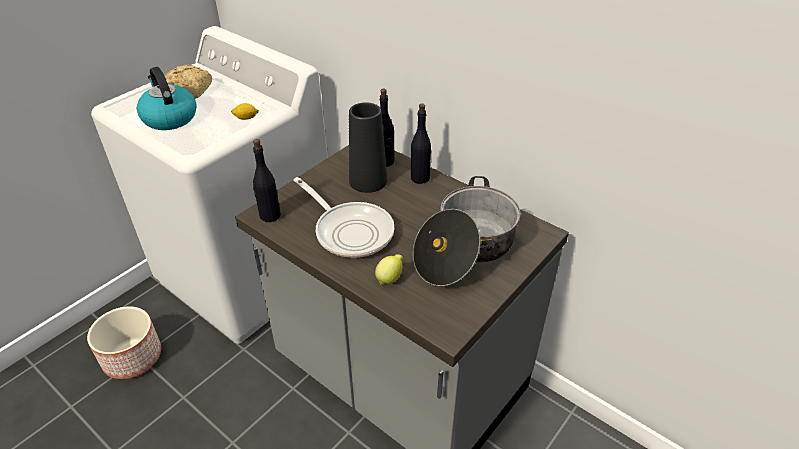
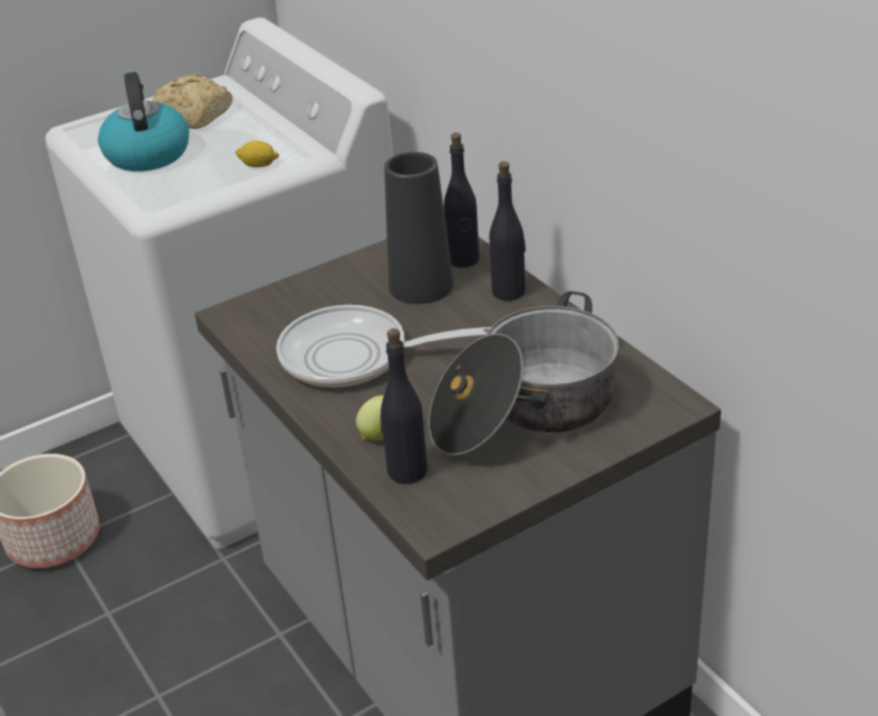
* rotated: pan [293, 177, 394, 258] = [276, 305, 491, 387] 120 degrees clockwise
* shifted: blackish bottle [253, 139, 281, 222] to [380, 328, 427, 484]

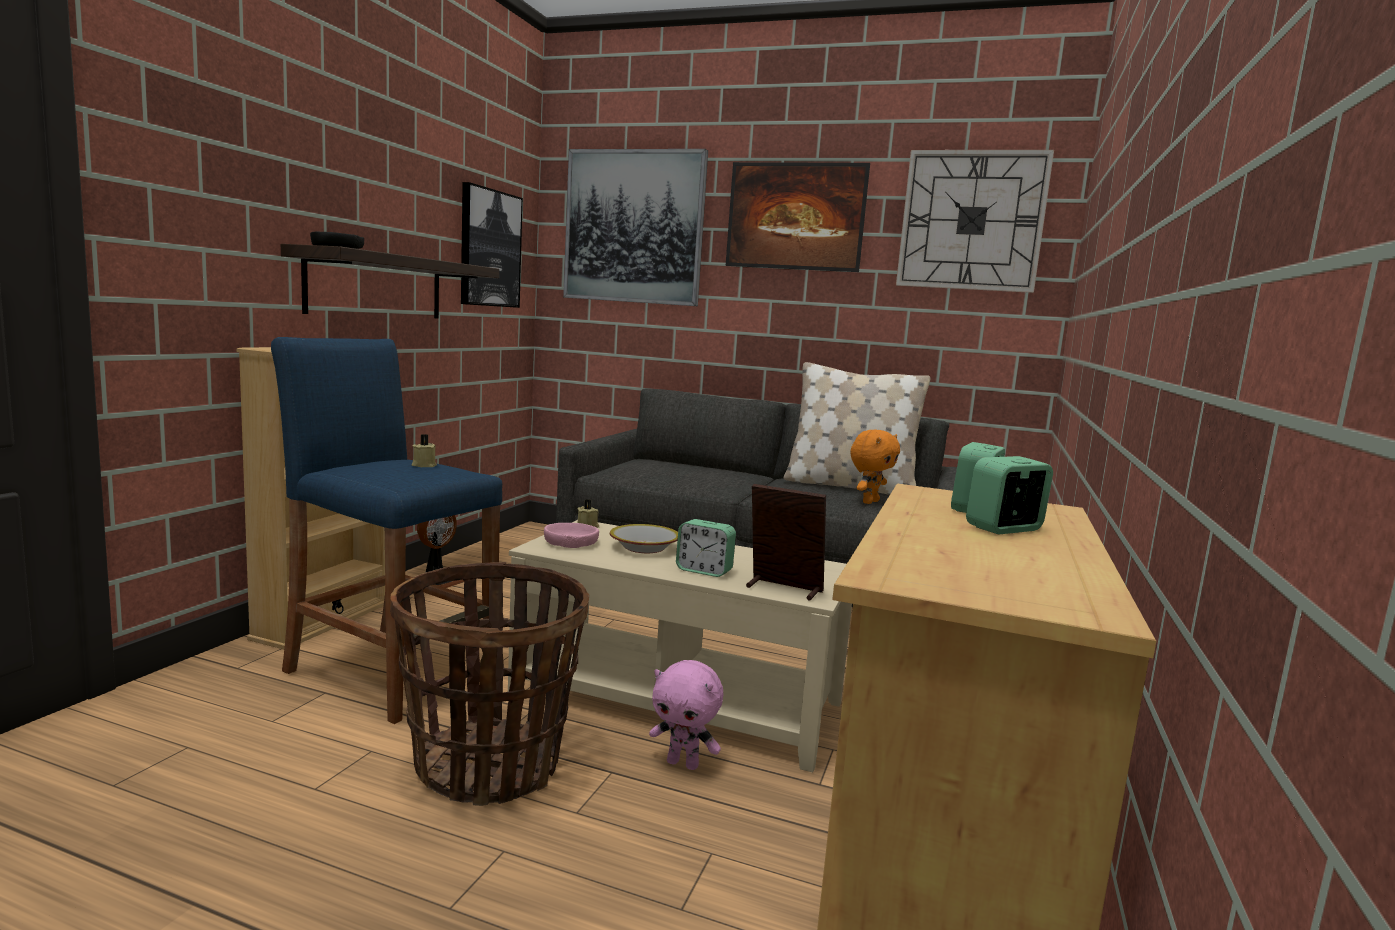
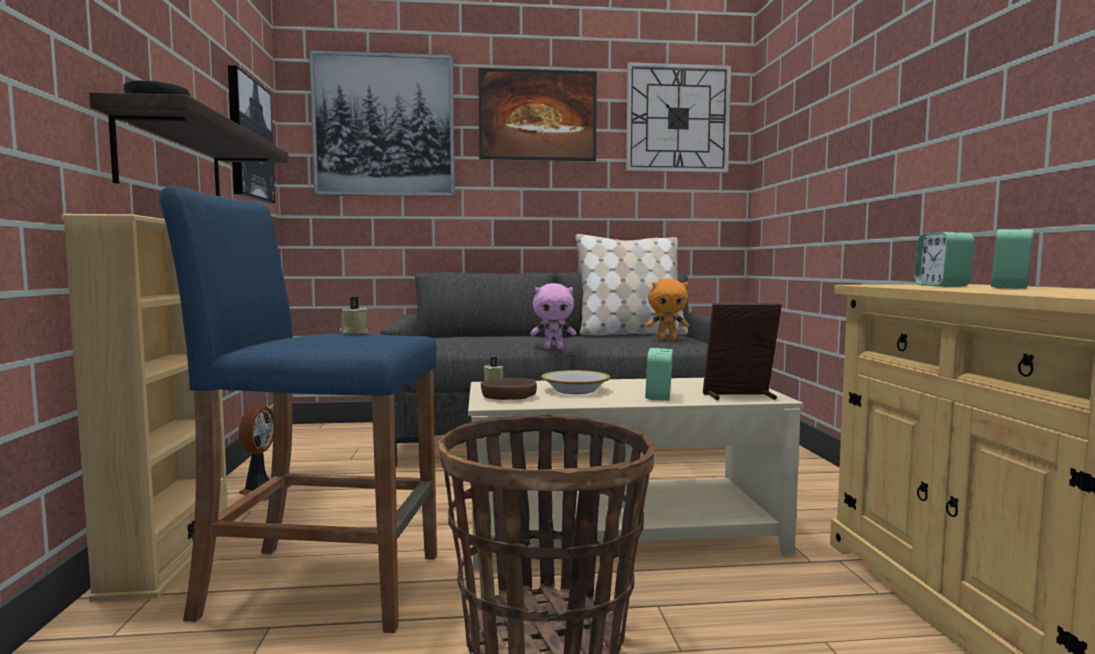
* repainted: pinkish deep dish [544, 523, 599, 548] to brown-coloured deep dish [481, 378, 537, 400]
* shifted: pinkish cuddly toy [649, 660, 723, 770] to [531, 283, 576, 349]
* rotated: table clock [676, 519, 736, 577] = [645, 348, 673, 400] 105 degrees clockwise
* rotated: orange cuddly toy [850, 430, 900, 504] = [646, 278, 689, 340] 75 degrees clockwise

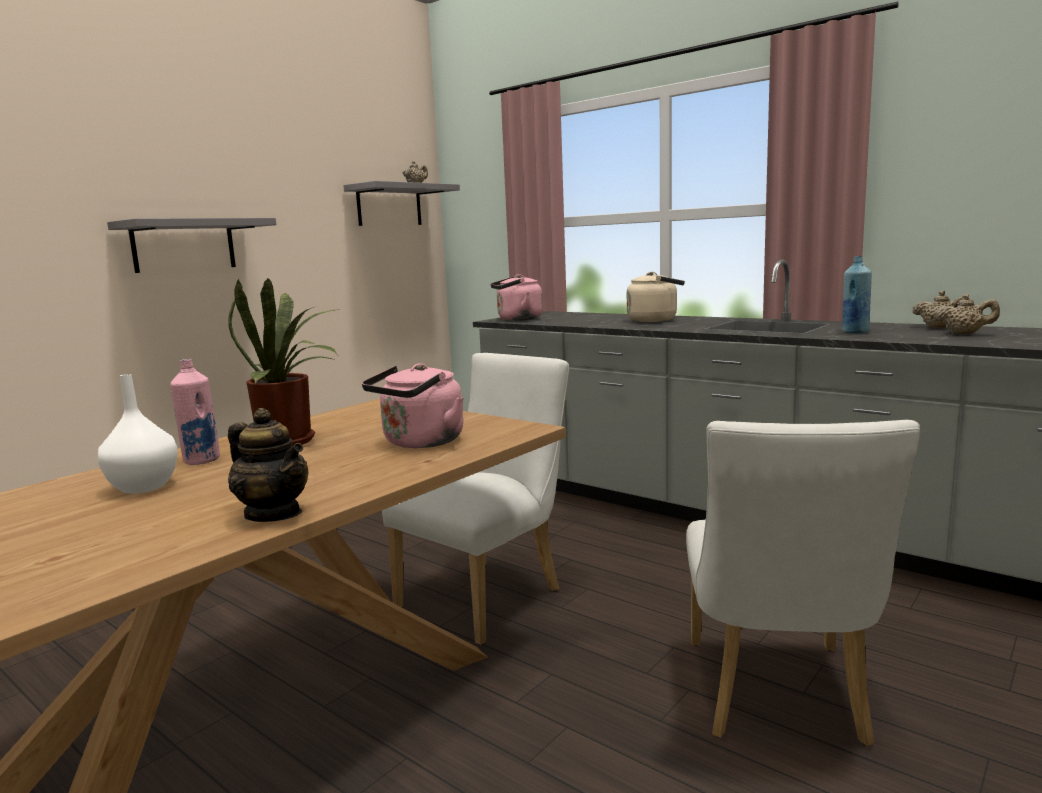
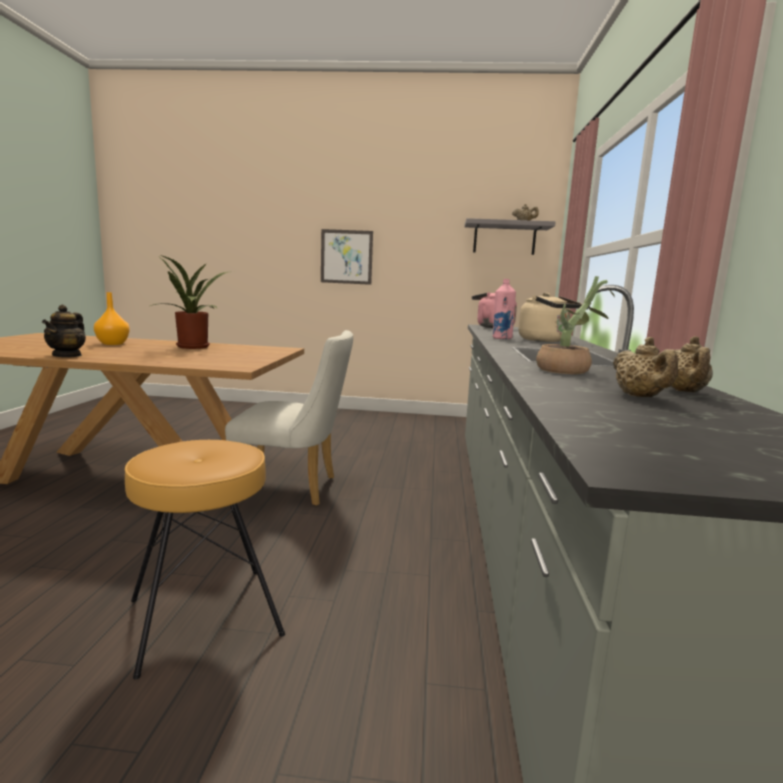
* repainted: white-coloured flower vase [98, 374, 178, 494] to orange flower vase [94, 292, 130, 345]
* swapped: white-coloured plain chair [686, 420, 920, 746] to brown-coloured stool [125, 440, 285, 680]
* swapped: gray bracket shelf [107, 218, 276, 273] to wall art [321, 229, 373, 285]
* shifted: pinkish bottle [170, 359, 220, 465] to [493, 279, 516, 339]
* swapped: blue bottle [842, 256, 872, 333] to potted plant [536, 276, 615, 374]
* gone: pinkish tea kettle [362, 363, 464, 448]

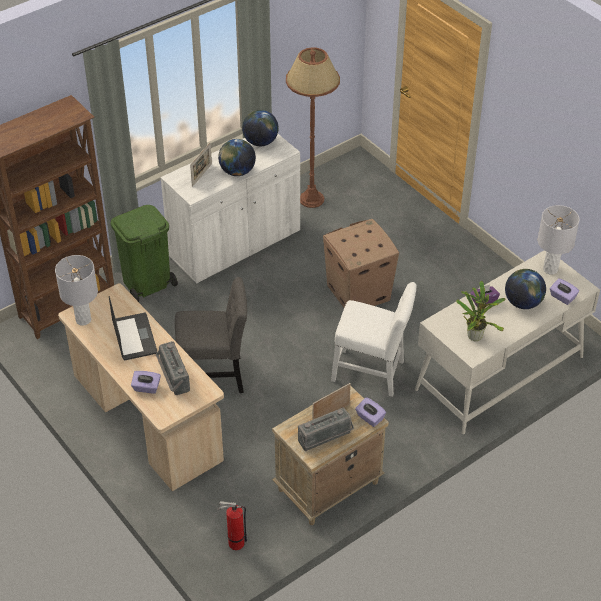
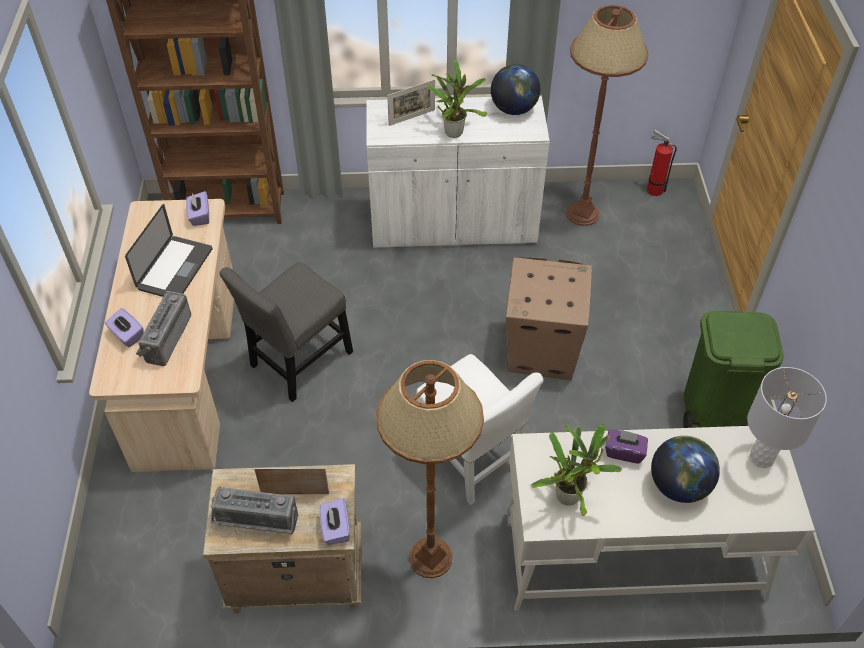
* shifted: purplish box of tissues [550, 278, 579, 305] to [186, 191, 209, 226]
* rotated: gray plain chair [175, 277, 247, 393] = [219, 262, 353, 402] 105 degrees clockwise
* new: brown-coloured floor lamp [376, 360, 484, 578]
* swapped: globe [218, 139, 256, 176] to potted plant [426, 59, 487, 138]
* shifted: fire-fighting cylinder [218, 501, 247, 550] to [647, 130, 677, 196]
* shifted: green waste bin [111, 205, 178, 302] to [683, 311, 784, 428]
* gone: gray lamp for a table [55, 255, 98, 326]

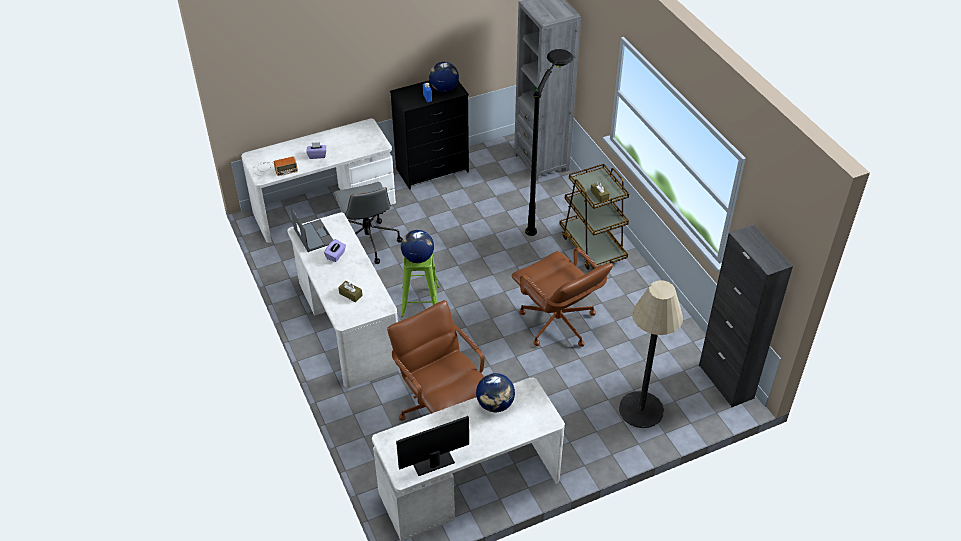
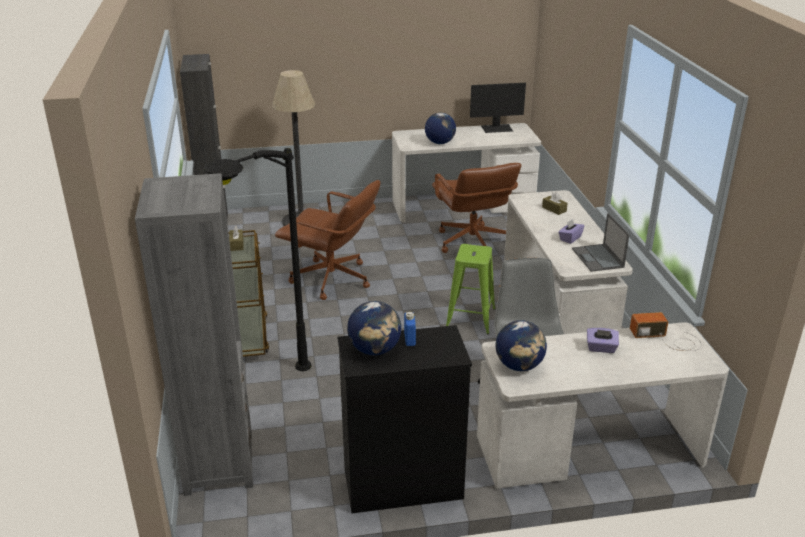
* rotated: brown-coloured office chair [512, 247, 613, 347] = [275, 180, 380, 300] 135 degrees clockwise
* shifted: globe [401, 230, 434, 263] to [496, 320, 547, 371]

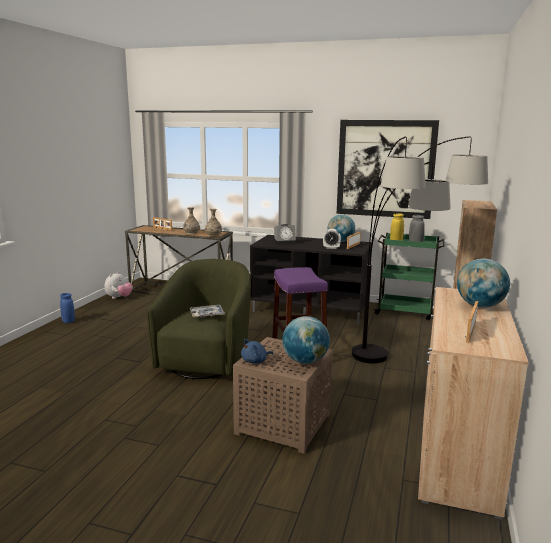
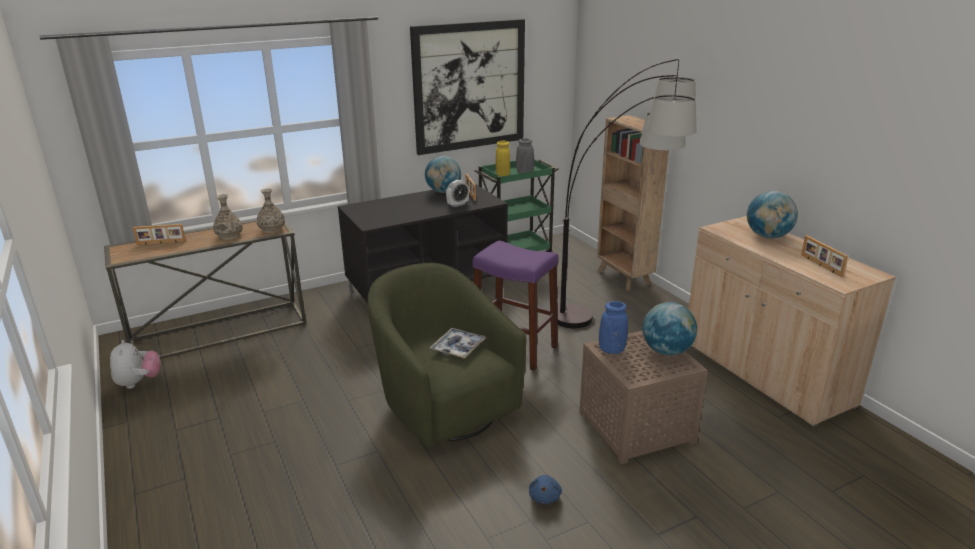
* shifted: blue cuddly toy [241, 339, 273, 364] to [529, 475, 562, 504]
* shifted: blue flower vase [60, 293, 75, 323] to [599, 301, 628, 354]
* gone: table clock [274, 224, 296, 245]

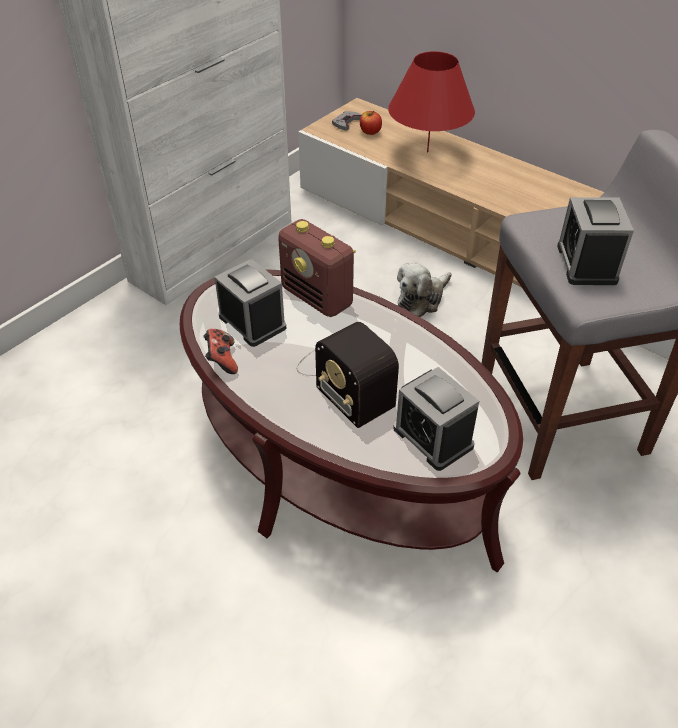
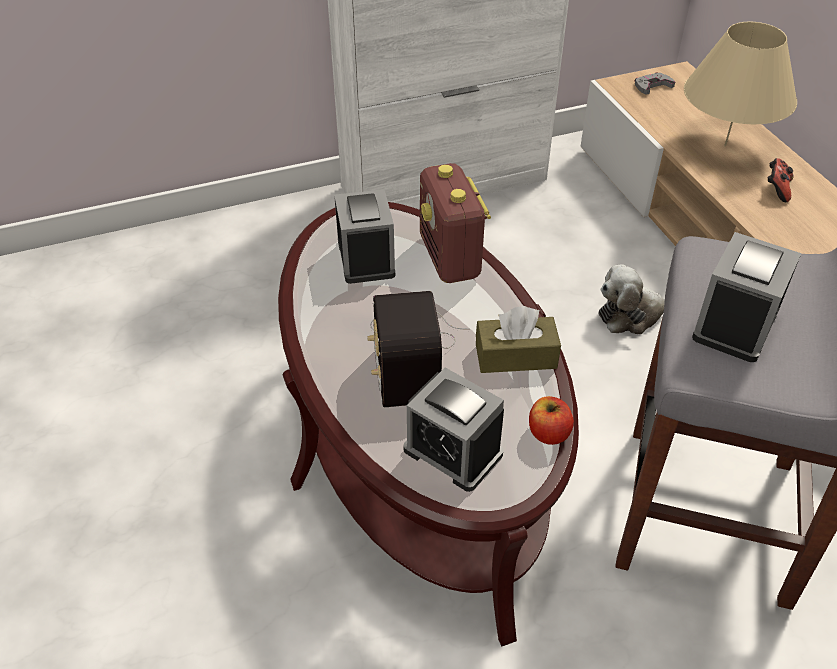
* rotated: table clock [393, 367, 479, 471] = [403, 368, 504, 492] 45 degrees counterclockwise
* new: brown-coloured box of tissues [476, 306, 561, 373]
* shifted: apple [360, 111, 382, 135] to [529, 396, 574, 445]
* repainted: red lamp for a table [388, 51, 475, 153] to beige lamp for a table [684, 22, 797, 146]
* shifted: gamepad [203, 329, 238, 374] to [767, 158, 793, 202]

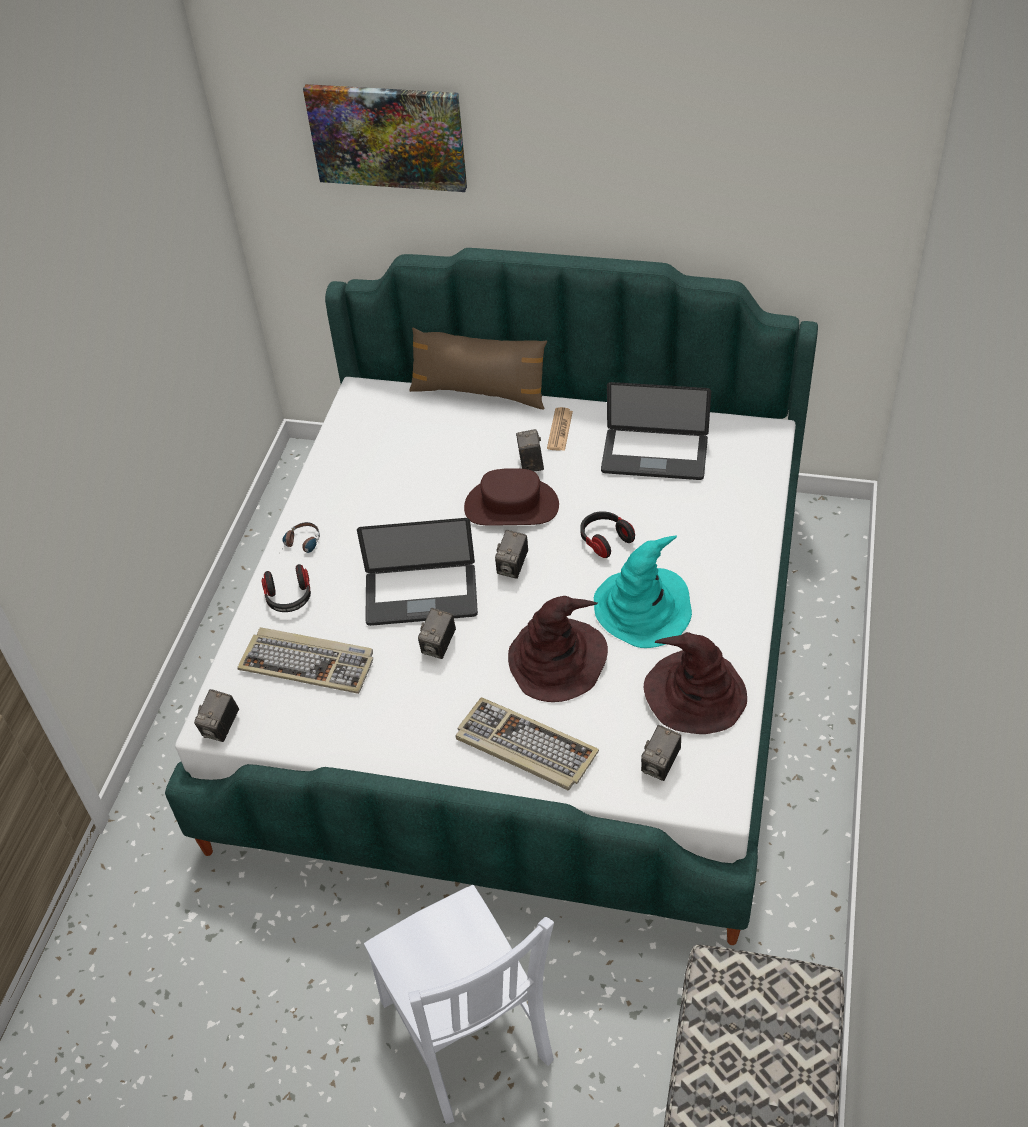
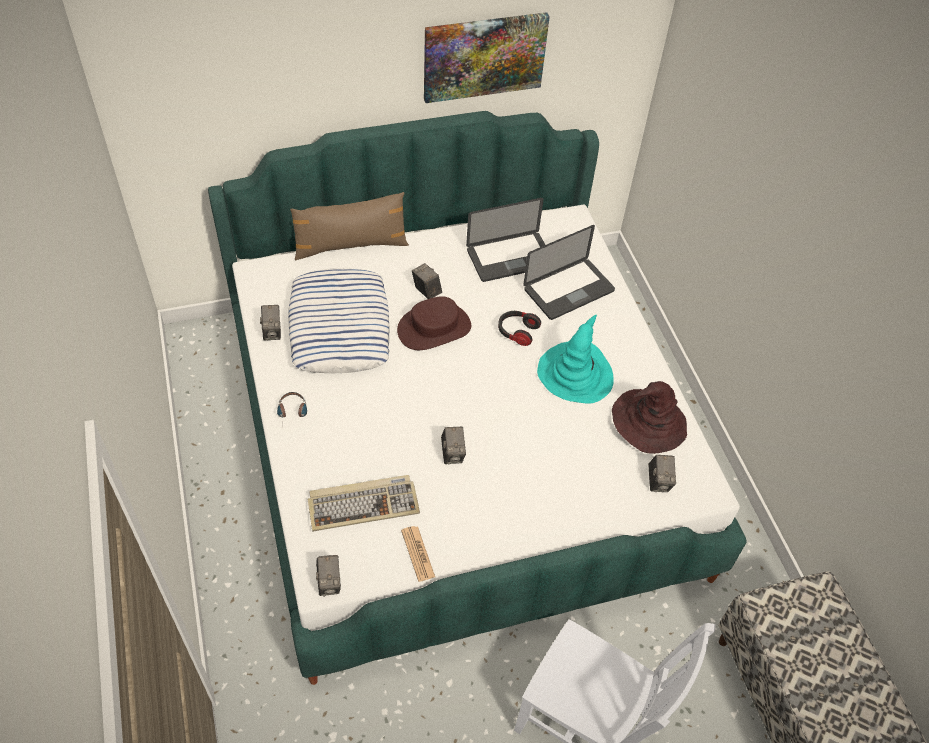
* shifted: photo camera [495, 530, 528, 579] to [260, 305, 281, 340]
* new: cushion [288, 268, 390, 373]
* shifted: newspaper [547, 407, 573, 451] to [401, 526, 435, 582]
* shifted: wall art [303, 84, 467, 192] to [424, 12, 550, 103]
* shifted: notebook computer [357, 518, 478, 626] to [523, 225, 615, 320]
* gone: headphones [261, 564, 311, 612]
* gone: keyboard [455, 697, 599, 790]
* gone: brown-coloured clothing hat [508, 596, 608, 702]

